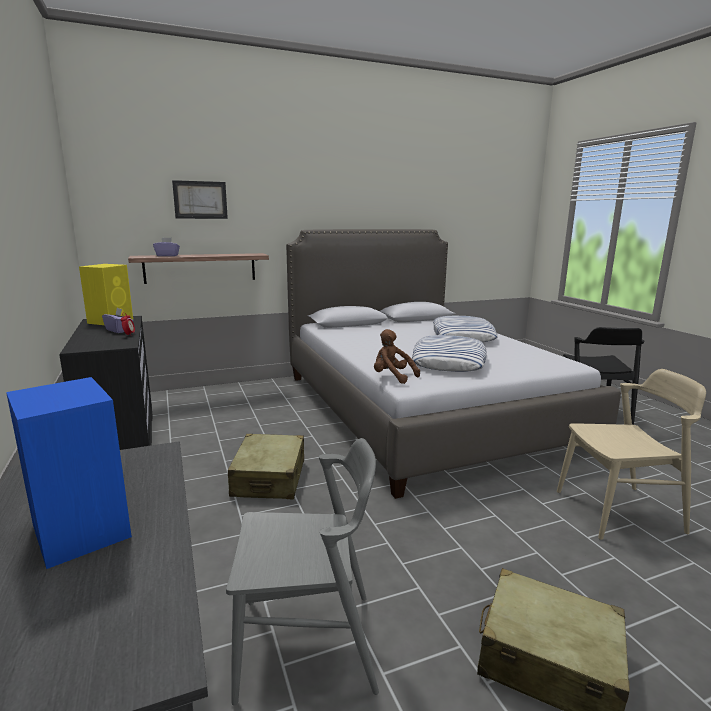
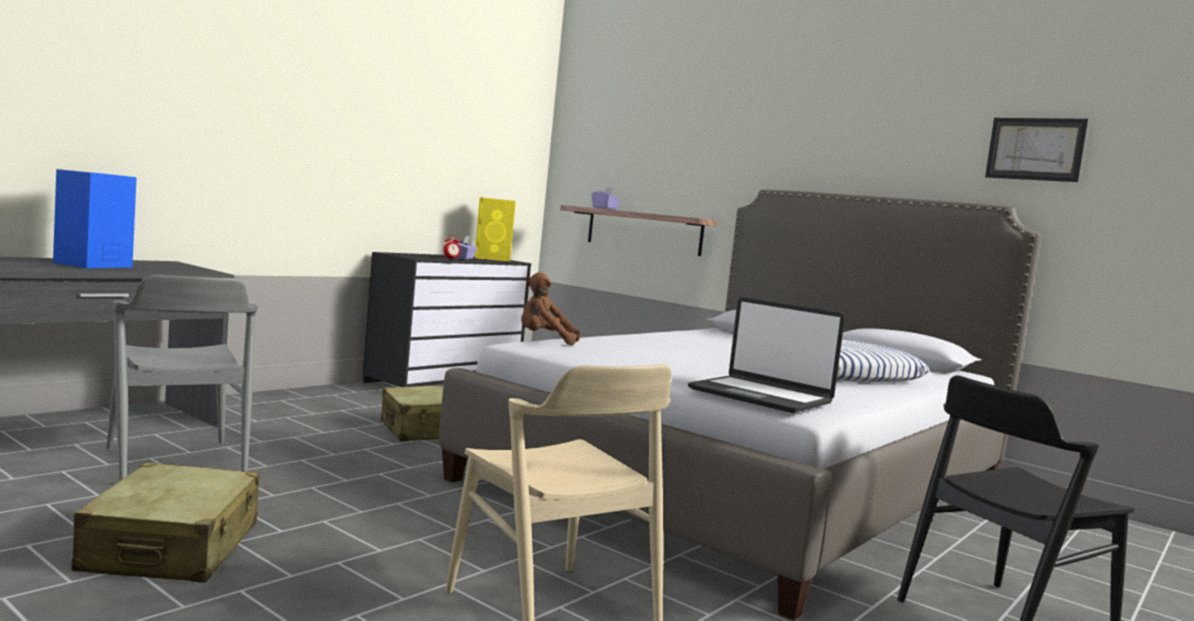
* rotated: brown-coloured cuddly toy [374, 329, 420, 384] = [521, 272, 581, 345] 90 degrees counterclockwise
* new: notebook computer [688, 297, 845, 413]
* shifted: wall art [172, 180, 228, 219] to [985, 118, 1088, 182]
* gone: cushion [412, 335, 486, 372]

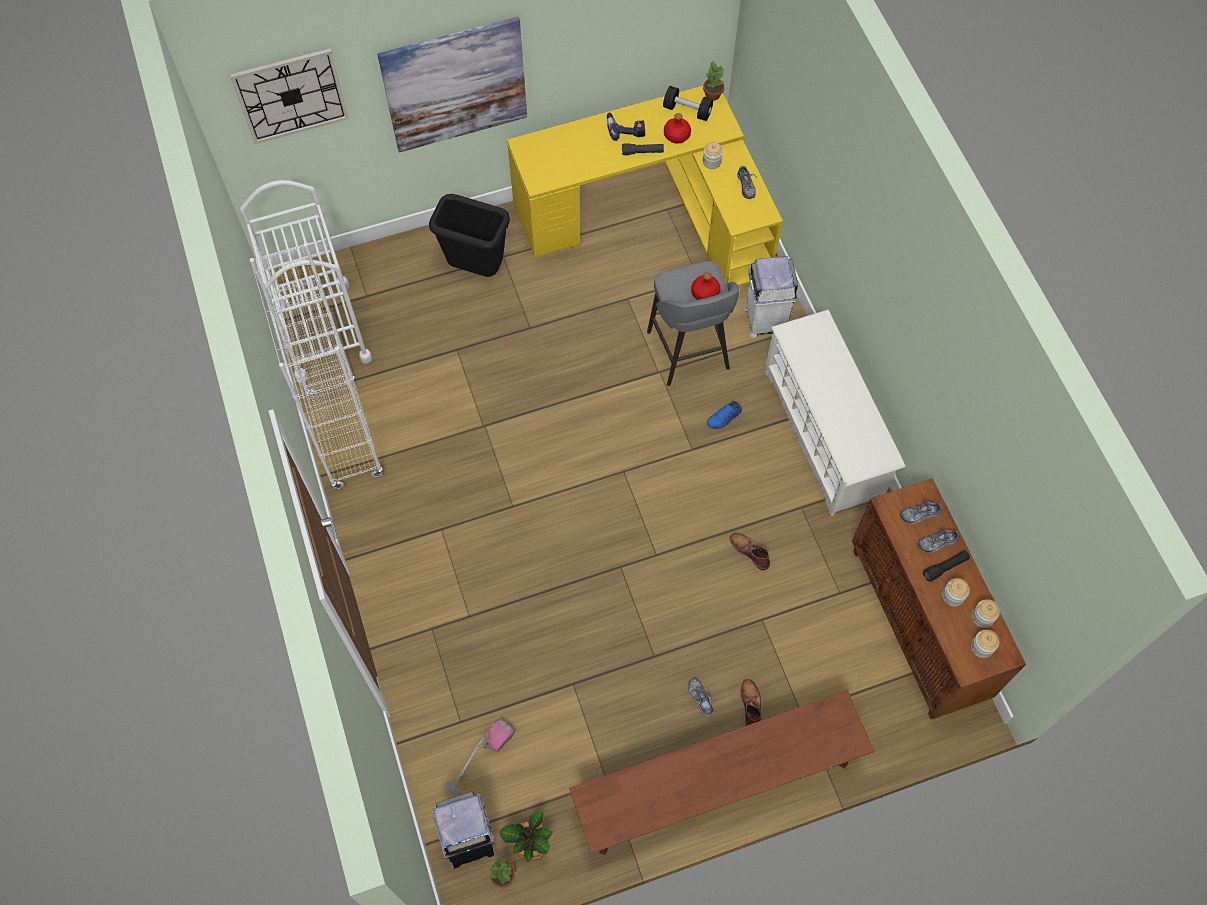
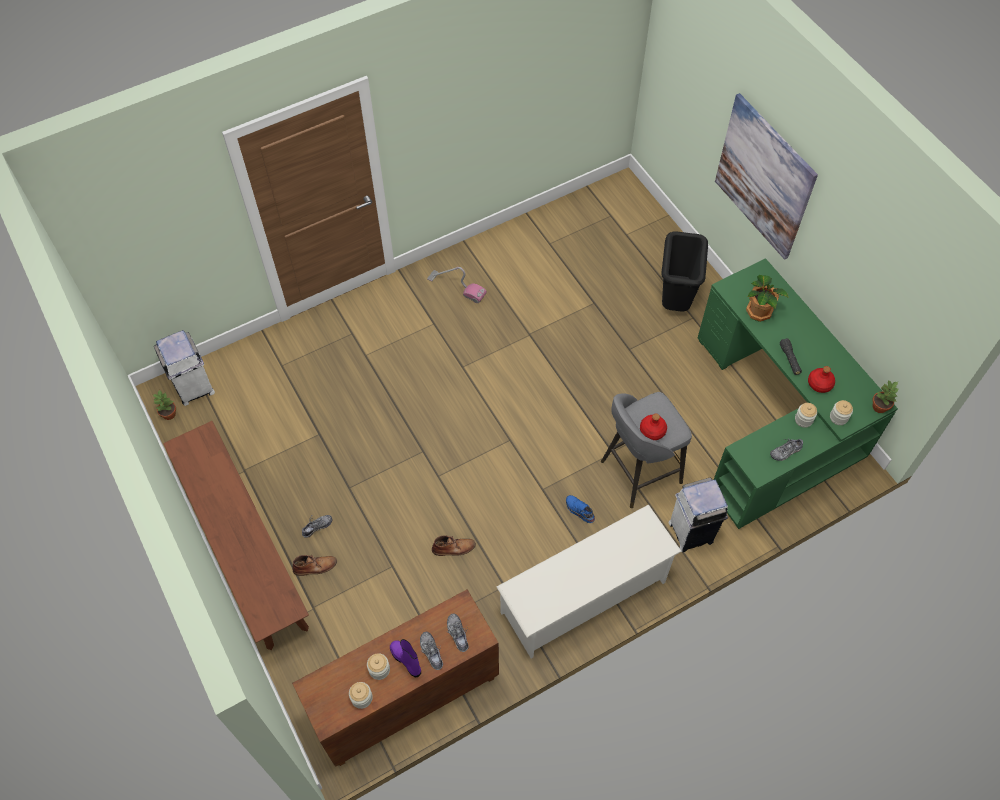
* swapped: blackish flashlight [923, 551, 970, 581] to purplish boot [390, 639, 421, 677]
* shifted: vacuum [443, 719, 515, 797] to [427, 267, 487, 303]
* rotated: brown-coloured boot [730, 533, 770, 570] = [432, 536, 476, 556] 45 degrees clockwise
* repainted: yellow-coloured desk [507, 86, 783, 286] to green desk [698, 258, 898, 529]
* shifted: potted plant [499, 812, 553, 862] to [746, 275, 789, 322]
* shifted: jar [971, 630, 999, 658] to [830, 400, 853, 425]
* gone: clock on the wall [230, 48, 349, 144]
* gone: white-coloured cart [240, 180, 372, 383]
* gone: white-coloured shelving unit [250, 243, 383, 490]
* gone: drill [607, 113, 645, 141]
* gone: blackish dumbbell [663, 86, 713, 121]

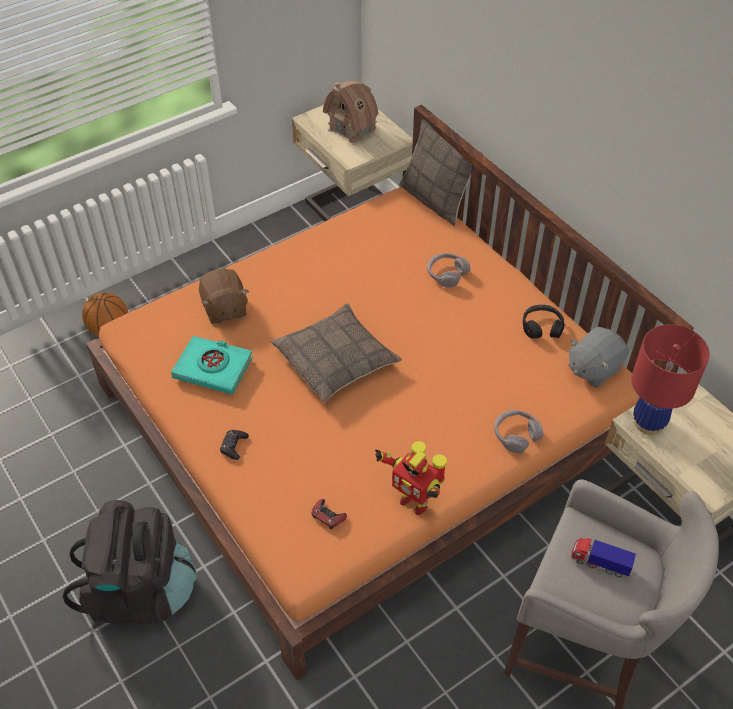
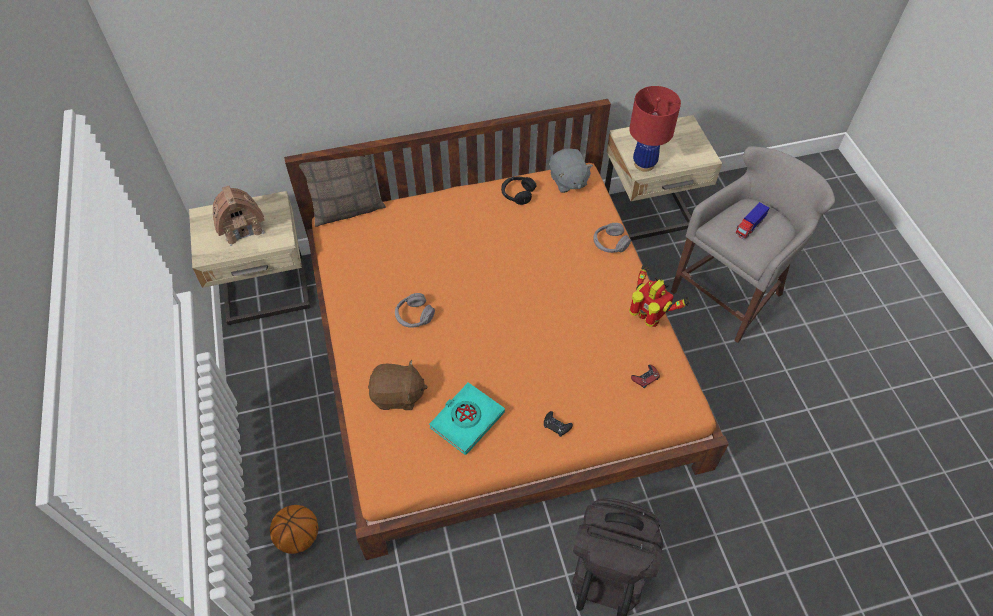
* shifted: gray headphones [427, 253, 471, 287] to [395, 293, 435, 328]
* rotated: toy robot [375, 441, 447, 515] = [629, 265, 690, 327] 105 degrees counterclockwise
* gone: cushion [271, 303, 402, 403]

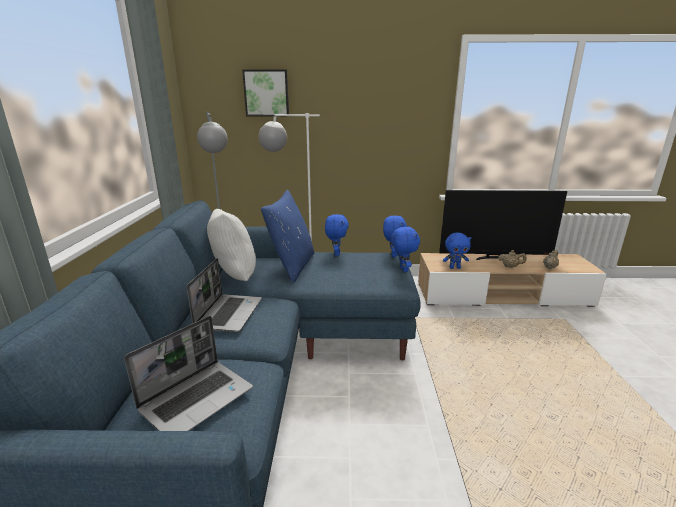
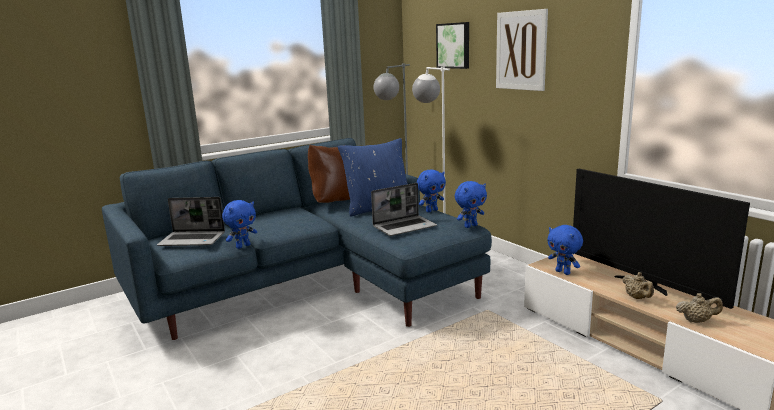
* shifted: blue cuddly toy [391, 226, 420, 272] to [222, 200, 257, 249]
* repainted: white-coloured cushion [207, 209, 256, 281] to brown-coloured cushion [308, 145, 350, 203]
* shifted: notebook computer [187, 258, 262, 332] to [371, 183, 437, 236]
* new: wall art [496, 9, 548, 91]

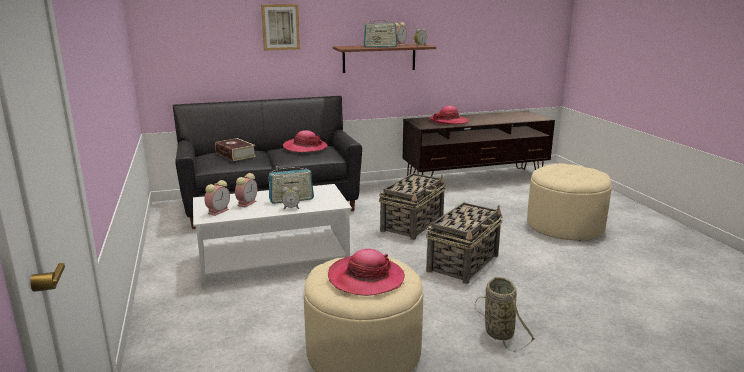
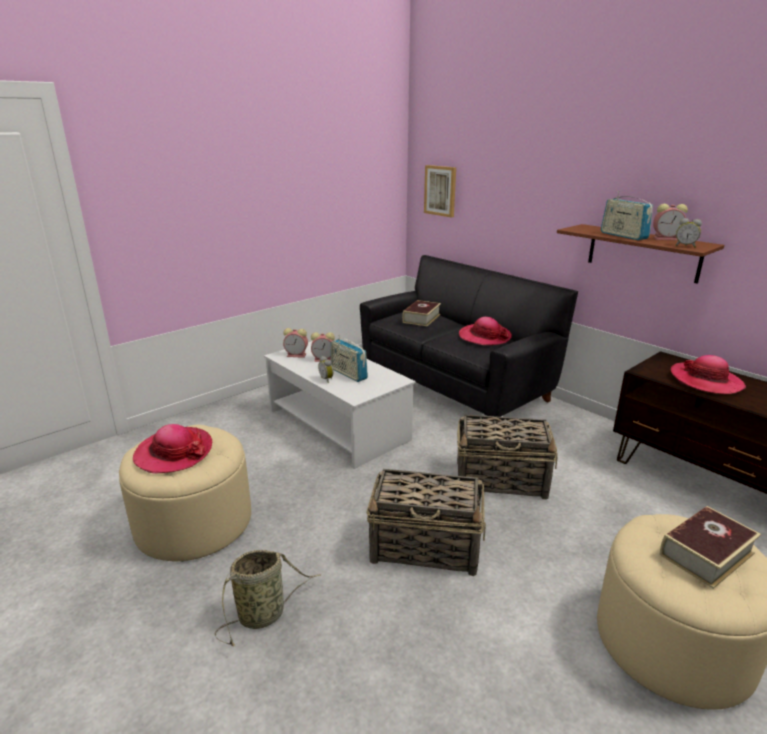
* shifted: wall art [261, 4, 300, 51] to [424, 165, 456, 218]
* new: volume [660, 506, 761, 589]

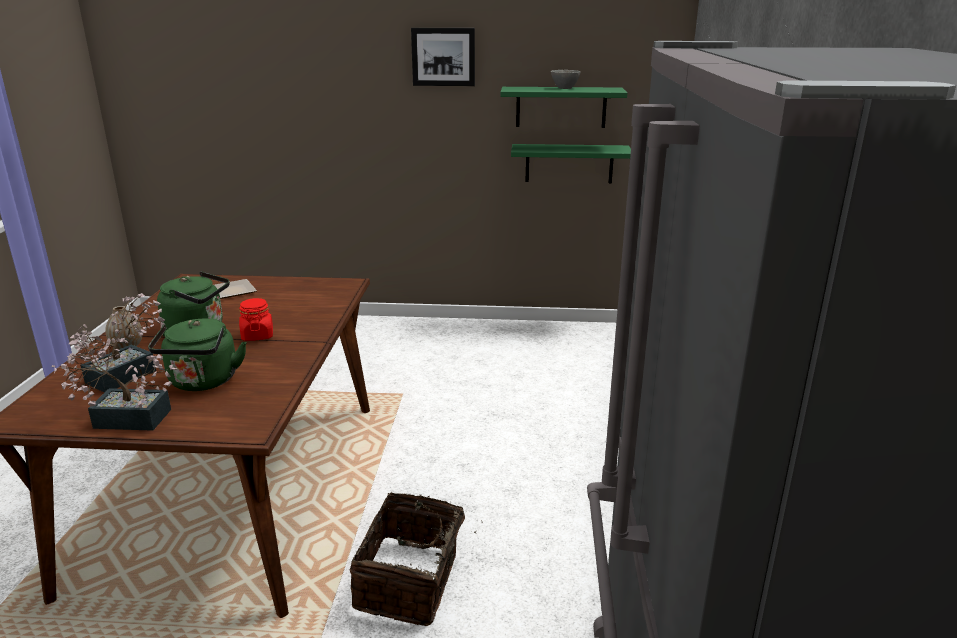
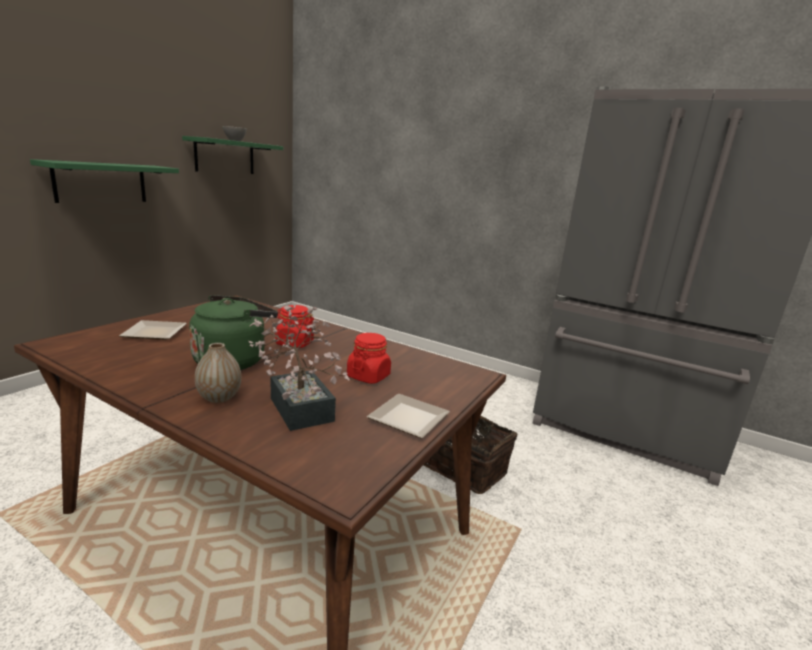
* shifted: green bracket shelf [511, 144, 631, 183] to [30, 159, 179, 203]
* swapped: green tea kettle [148, 318, 247, 391] to red jar [347, 333, 391, 384]
* swapped: potted plant [52, 332, 177, 431] to flat dish [367, 394, 450, 439]
* gone: wall art [411, 28, 475, 86]

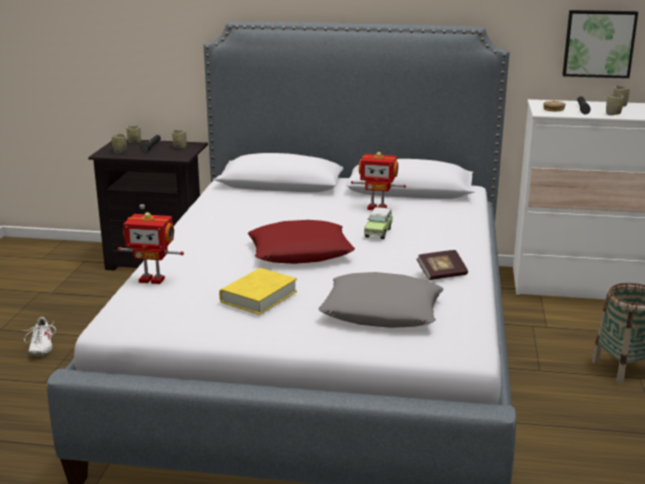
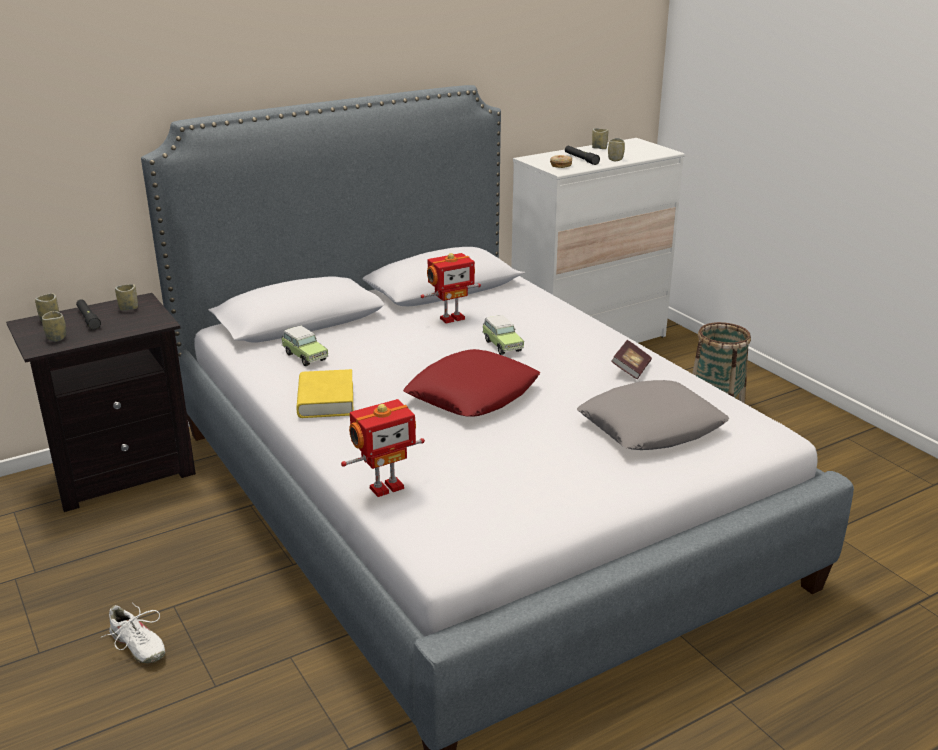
* new: toy car [281, 326, 328, 366]
* shifted: yellow-coloured volume [219, 268, 297, 315] to [296, 369, 353, 418]
* gone: wall art [562, 10, 638, 78]

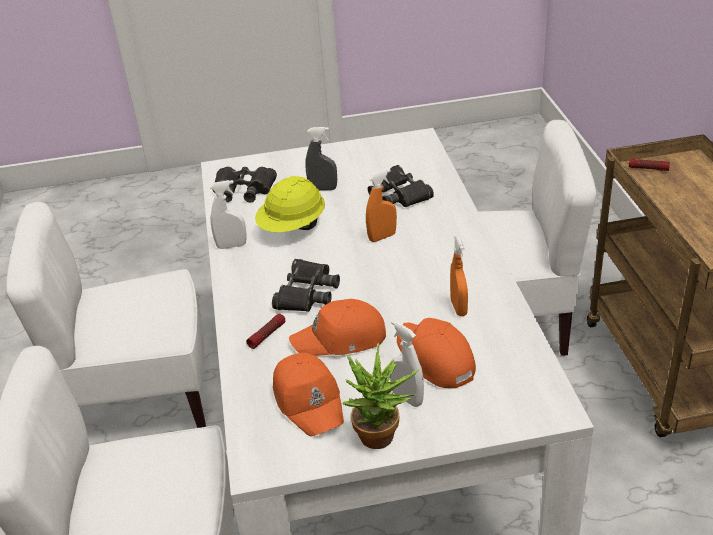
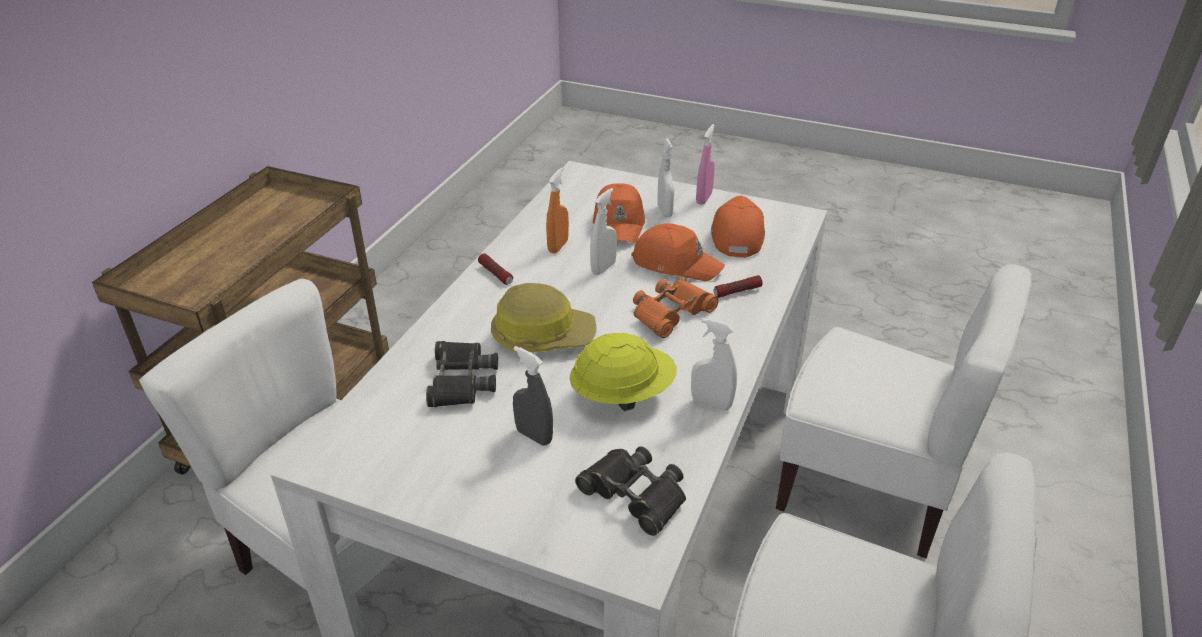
* shifted: flashlight [629, 158, 670, 171] to [478, 253, 513, 285]
* swapped: orange spray bottle [366, 169, 397, 242] to safety helmet [491, 283, 597, 352]
* new: white-coloured spray bottle [590, 188, 617, 275]
* repainted: blackish pair of binoculars [272, 259, 340, 312] to orange pair of binoculars [633, 278, 719, 338]
* swapped: potted plant [342, 343, 419, 449] to pinkish spray bottle [696, 124, 715, 205]

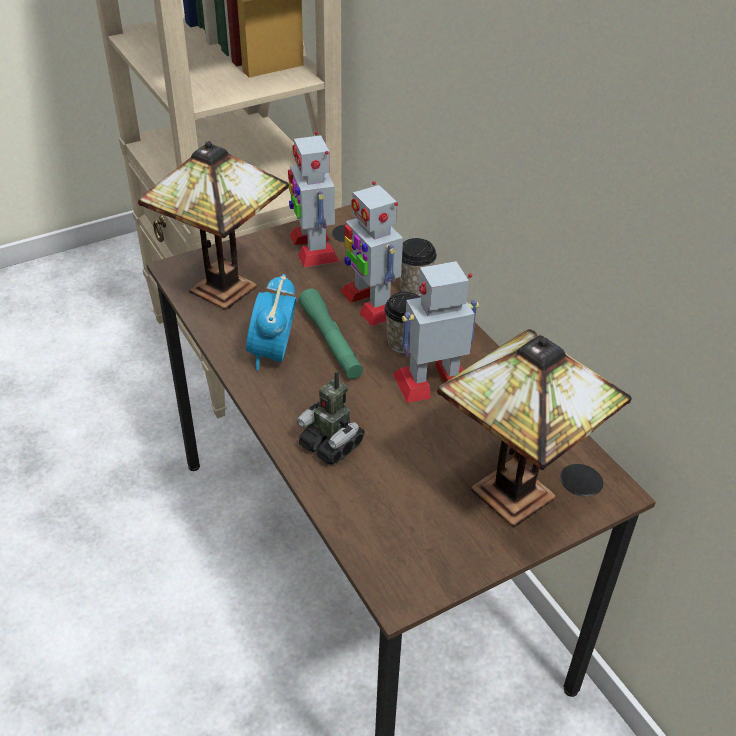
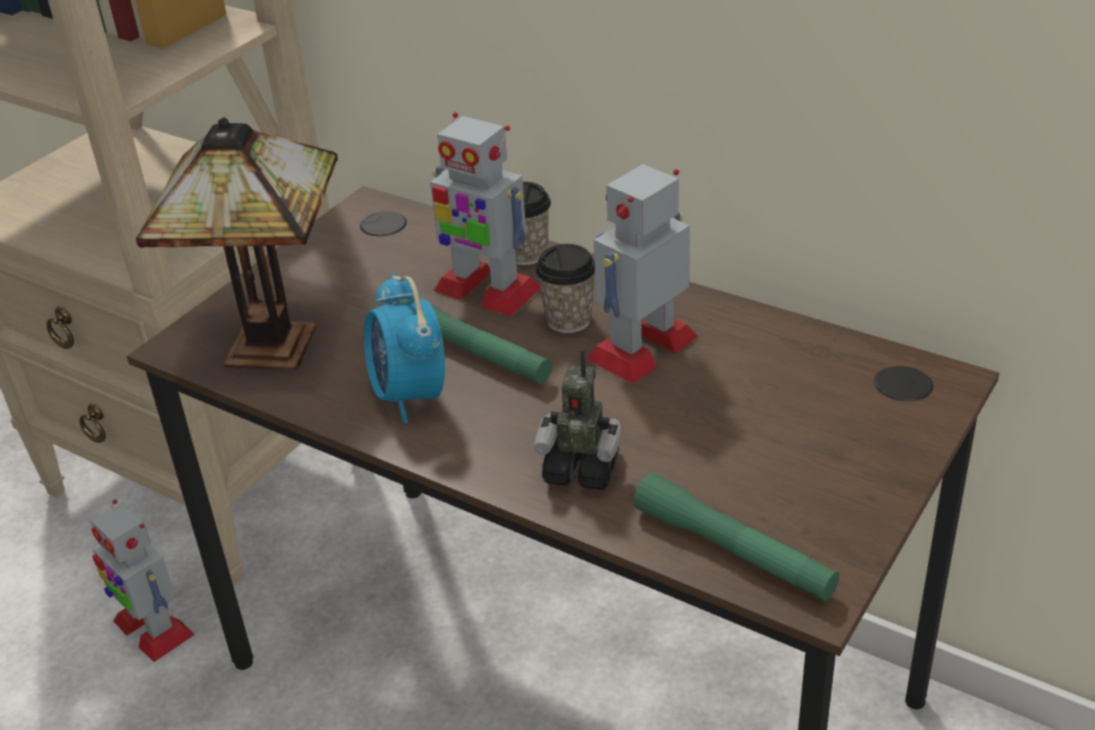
* shifted: toy robot [288, 131, 340, 268] to [90, 500, 195, 662]
* new: green flashlight [634, 473, 839, 601]
* gone: lamp for a table [437, 329, 632, 527]

